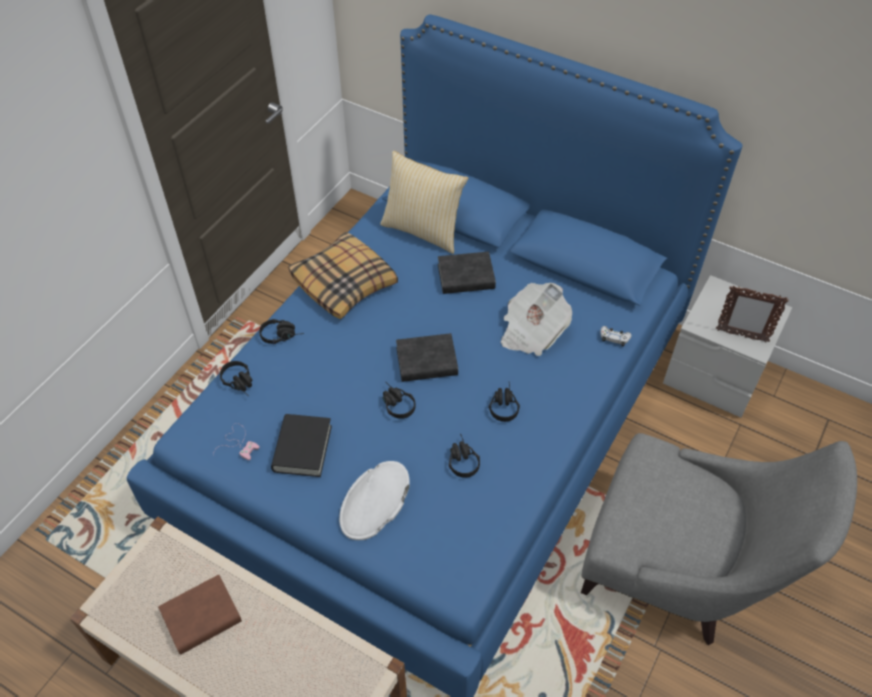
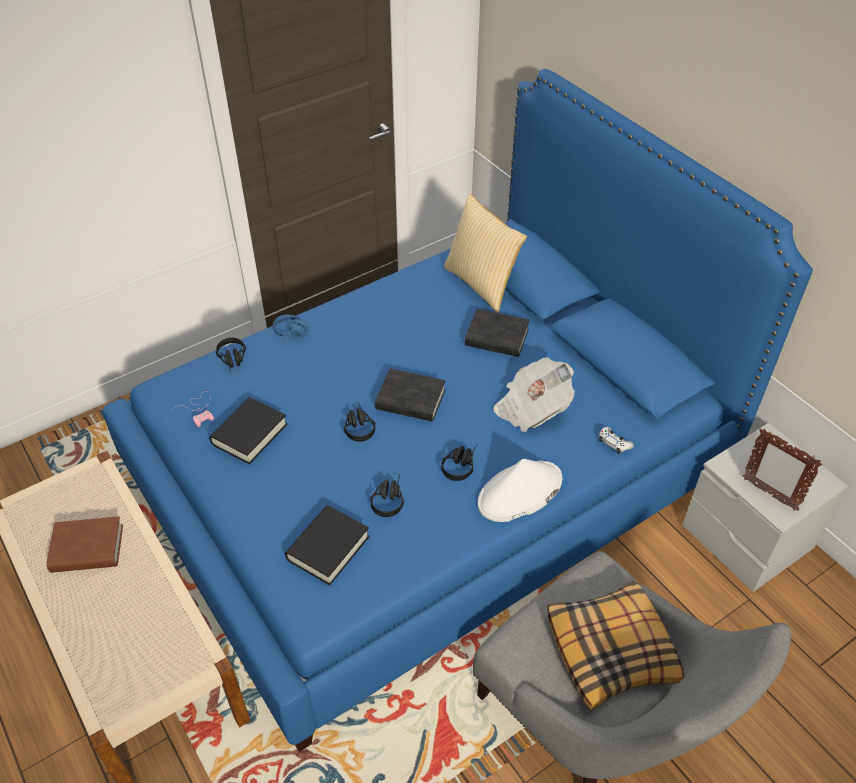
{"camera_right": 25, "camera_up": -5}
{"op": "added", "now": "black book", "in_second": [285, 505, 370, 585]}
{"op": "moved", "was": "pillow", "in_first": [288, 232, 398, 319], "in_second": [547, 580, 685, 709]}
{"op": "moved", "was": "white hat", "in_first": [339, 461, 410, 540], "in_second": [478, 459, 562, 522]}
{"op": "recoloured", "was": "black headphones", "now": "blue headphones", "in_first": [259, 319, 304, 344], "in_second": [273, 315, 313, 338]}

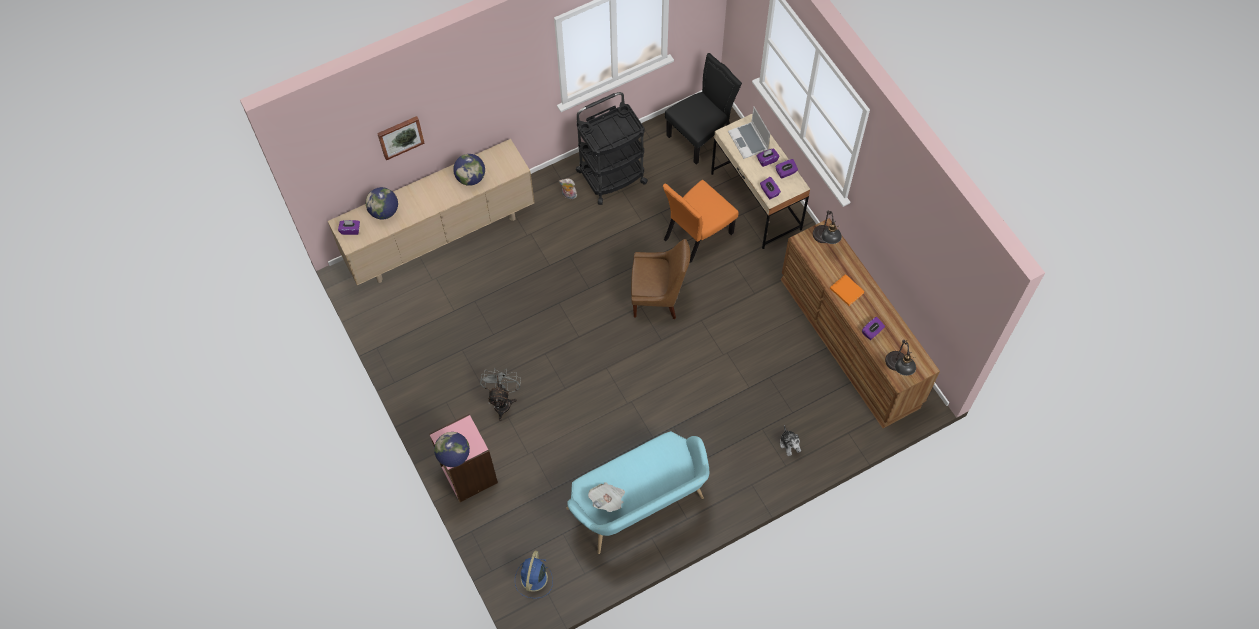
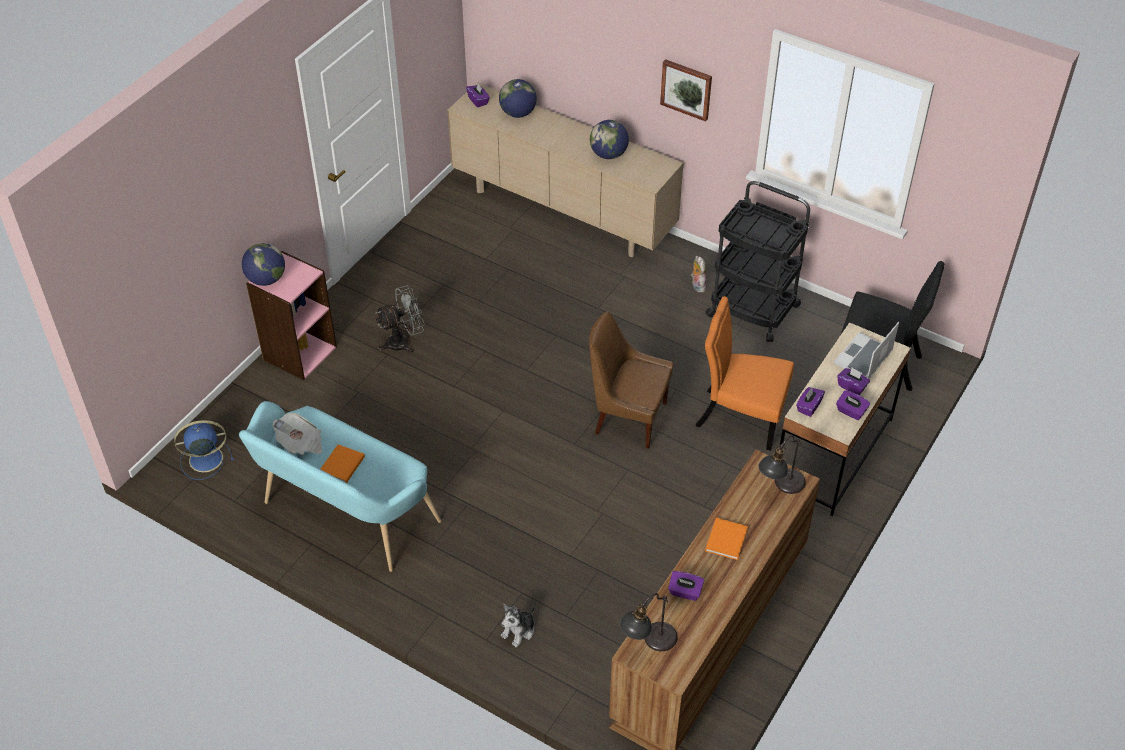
{"camera_right": 60, "camera_up": -15}
{"op": "added", "now": "orange book", "in_second": [321, 444, 365, 483]}
{"op": "moved", "was": "picture", "in_first": [377, 116, 425, 160], "in_second": [660, 59, 712, 121]}
{"op": "turned", "was": "brown chair", "in_first": [631, 239, 690, 319], "in_second": [589, 311, 673, 449], "clockwise": 135}

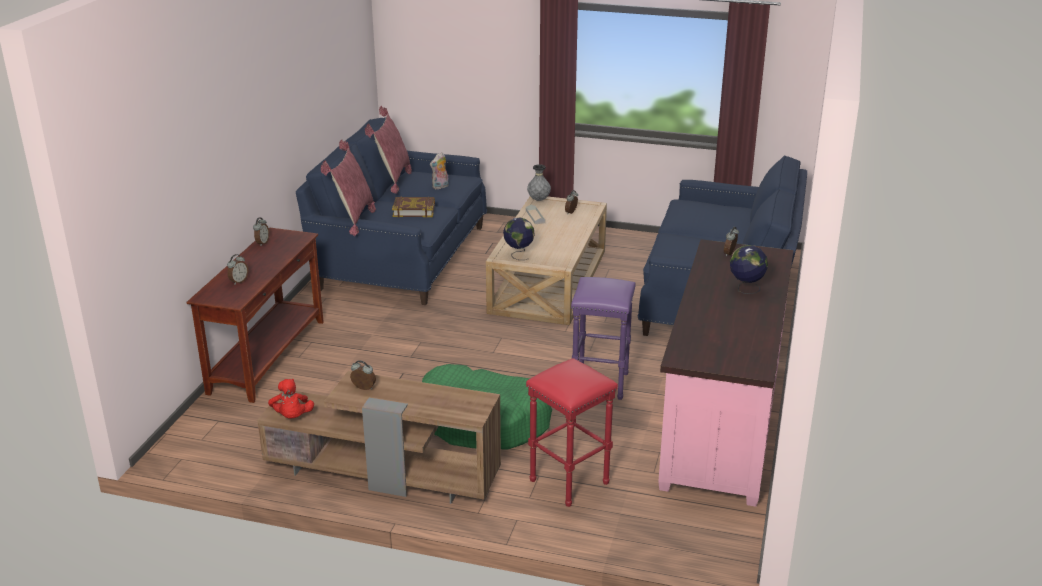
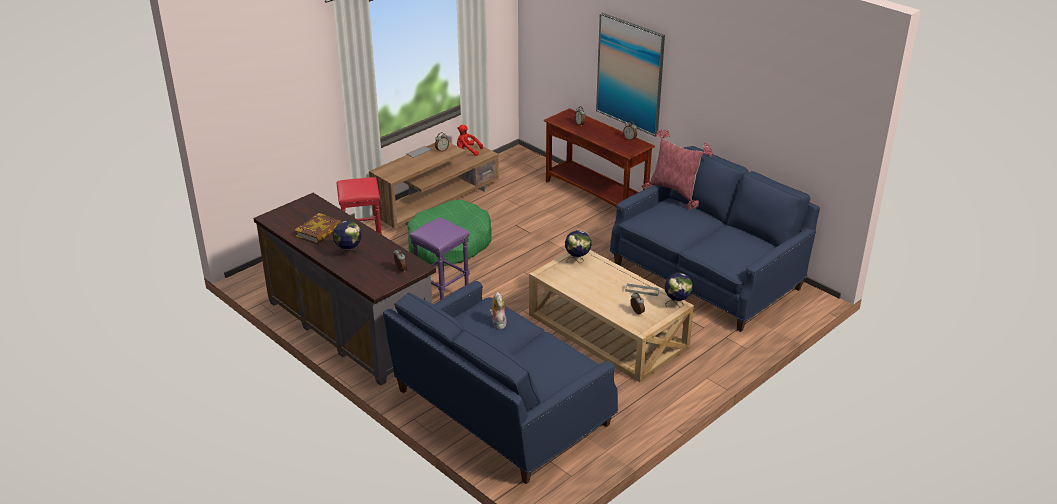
{"camera_right": 120, "camera_up": 5}
{"op": "removed", "was": "red pillow", "in_first": [365, 106, 412, 194]}
{"op": "added", "now": "picture", "in_second": [596, 13, 665, 137]}
{"op": "moved", "was": "book", "in_first": [392, 197, 435, 218], "in_second": [295, 213, 341, 244]}
{"op": "moved", "was": "plush toy", "in_first": [430, 152, 449, 189], "in_second": [489, 292, 507, 329]}
{"op": "replaced", "was": "grey vase", "now": "globe", "in_first": [527, 164, 551, 201], "in_second": [665, 273, 693, 307]}
{"op": "recoloured", "was": "pink cabinet", "now": "grey cabinet", "in_first": [658, 239, 793, 507], "in_second": [253, 193, 436, 386]}

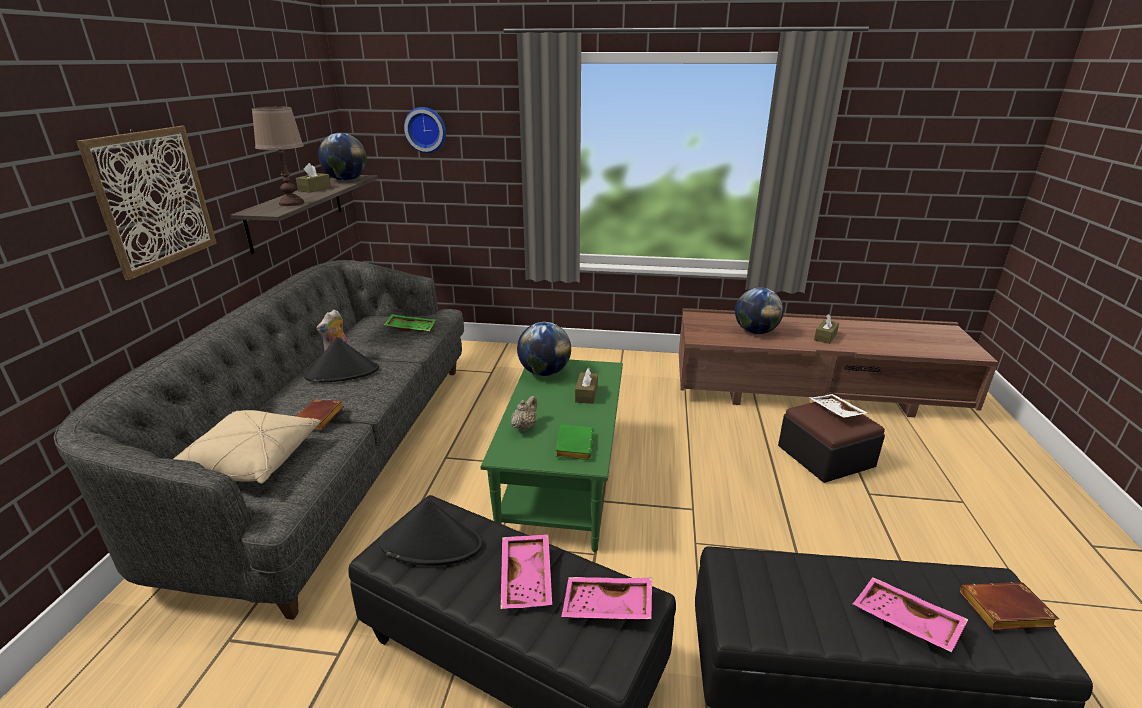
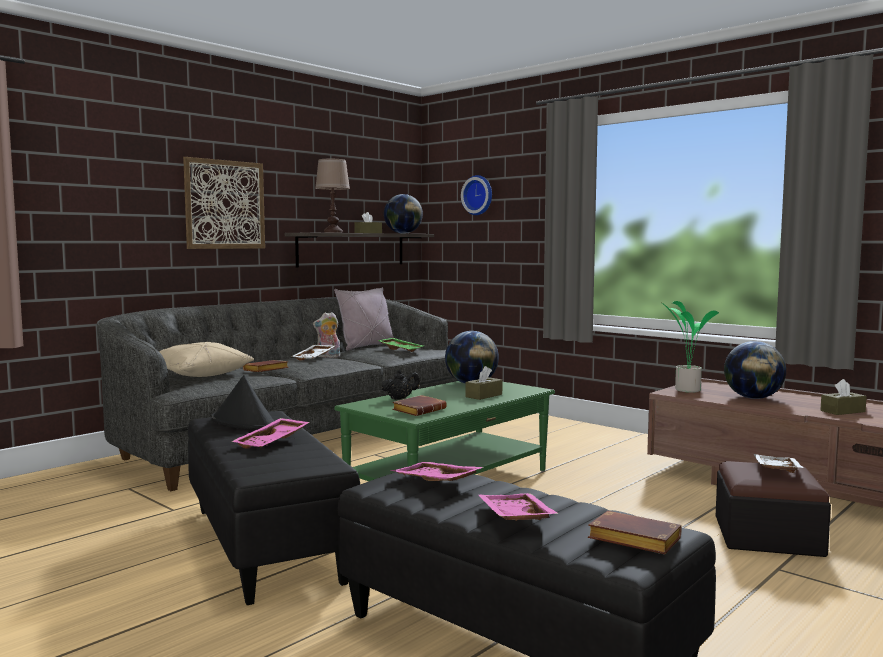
{"camera_right": 35, "camera_up": -20}
{"op": "added", "now": "purple pillow", "in_second": [334, 287, 394, 351]}
{"op": "added", "now": "potted plant", "in_second": [660, 301, 719, 393]}
{"op": "moved", "was": "pink tray", "in_first": [561, 577, 652, 619], "in_second": [390, 462, 484, 481]}
{"op": "replaced", "was": "black hat", "now": "white tray", "in_first": [304, 337, 379, 382], "in_second": [291, 345, 335, 360]}
{"op": "recoloured", "was": "beige teapot", "now": "black teapot", "in_first": [511, 396, 537, 432], "in_second": [381, 370, 420, 400]}
{"op": "recoloured", "was": "green book", "now": "brown book", "in_first": [555, 424, 594, 460], "in_second": [392, 395, 447, 416]}

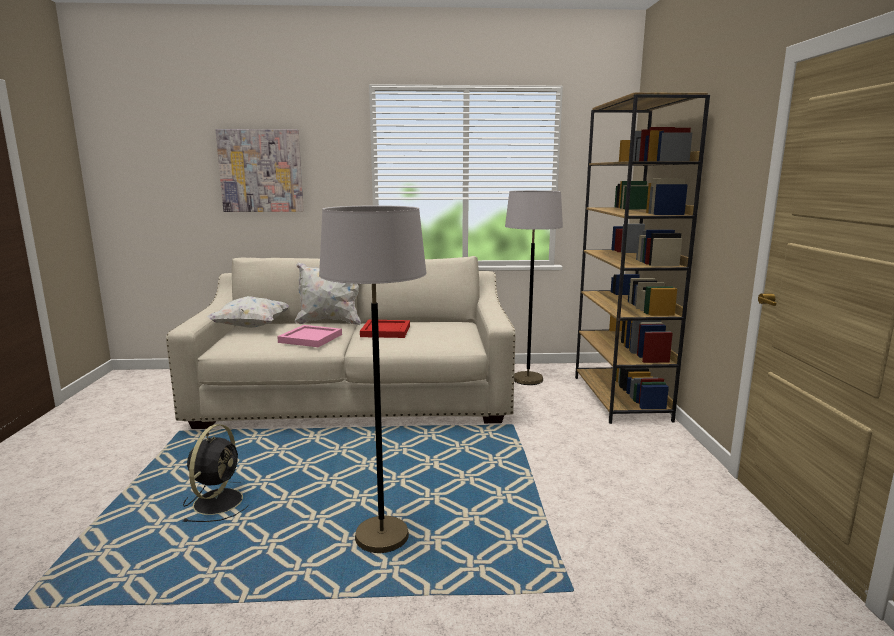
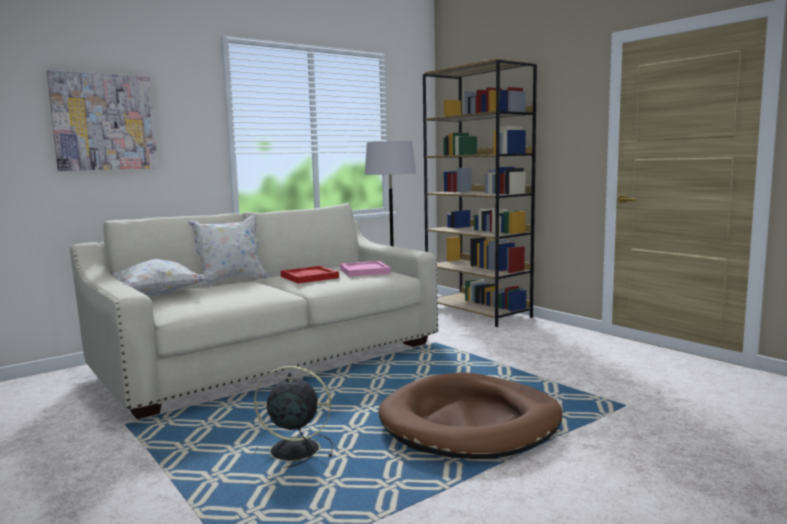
{"camera_right": -35, "camera_up": -5}
{"op": "moved", "was": "pink tray", "in_first": [277, 325, 342, 347], "in_second": [340, 261, 391, 277]}
{"op": "replaced", "was": "grey floor lamp", "now": "brown dog bed", "in_first": [319, 205, 427, 553], "in_second": [378, 372, 562, 459]}
{"op": "turned", "was": "black fan", "in_first": [183, 424, 249, 522], "in_second": [254, 366, 333, 468], "clockwise": -60}

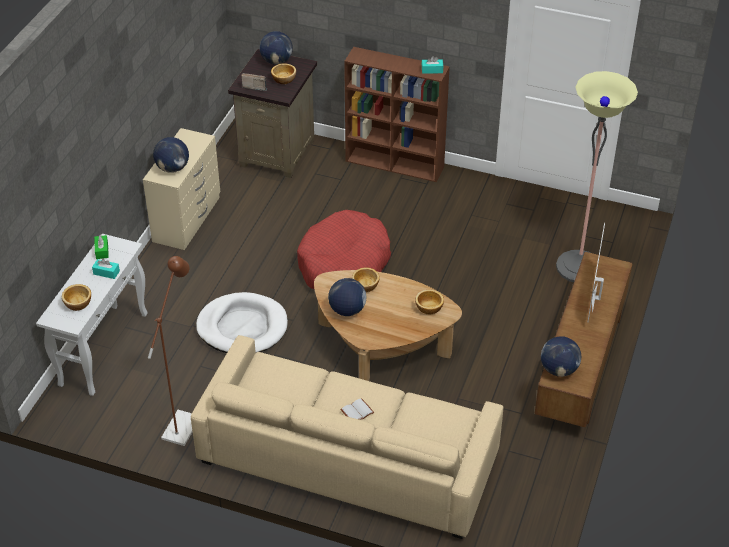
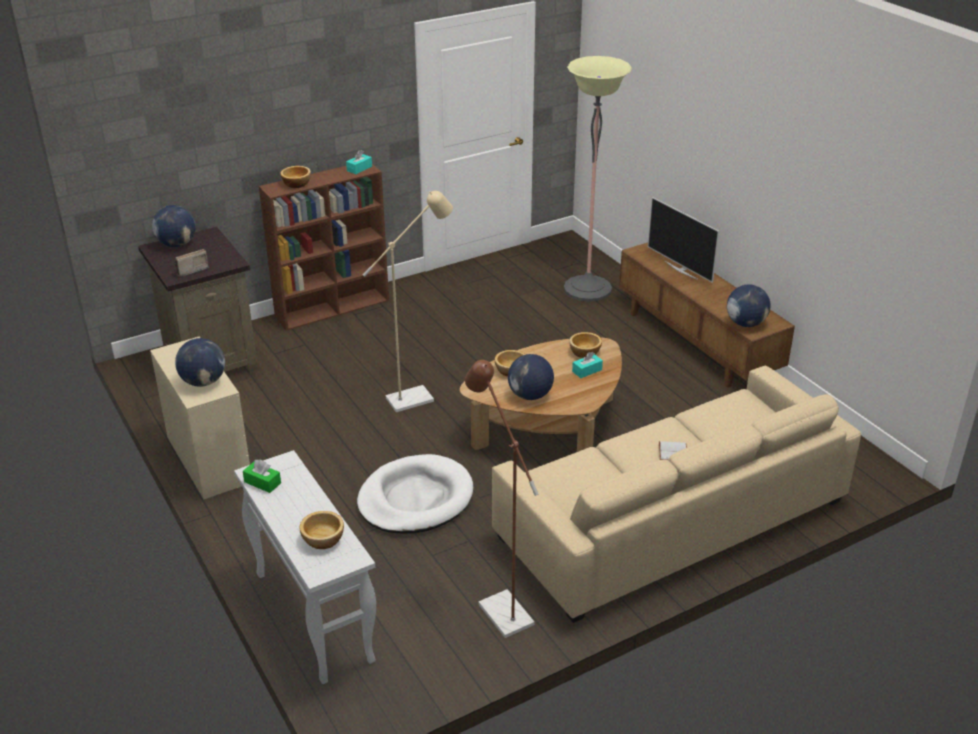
{"camera_right": -50, "camera_up": -10}
{"op": "moved", "was": "turquoise tissue box", "in_first": [92, 259, 120, 279], "in_second": [572, 352, 603, 378]}
{"op": "moved", "was": "bowl", "in_first": [271, 63, 296, 84], "in_second": [280, 166, 311, 188]}
{"op": "replaced", "was": "red dog bed", "now": "beige floor lamp", "in_first": [297, 210, 391, 289], "in_second": [363, 191, 453, 412]}

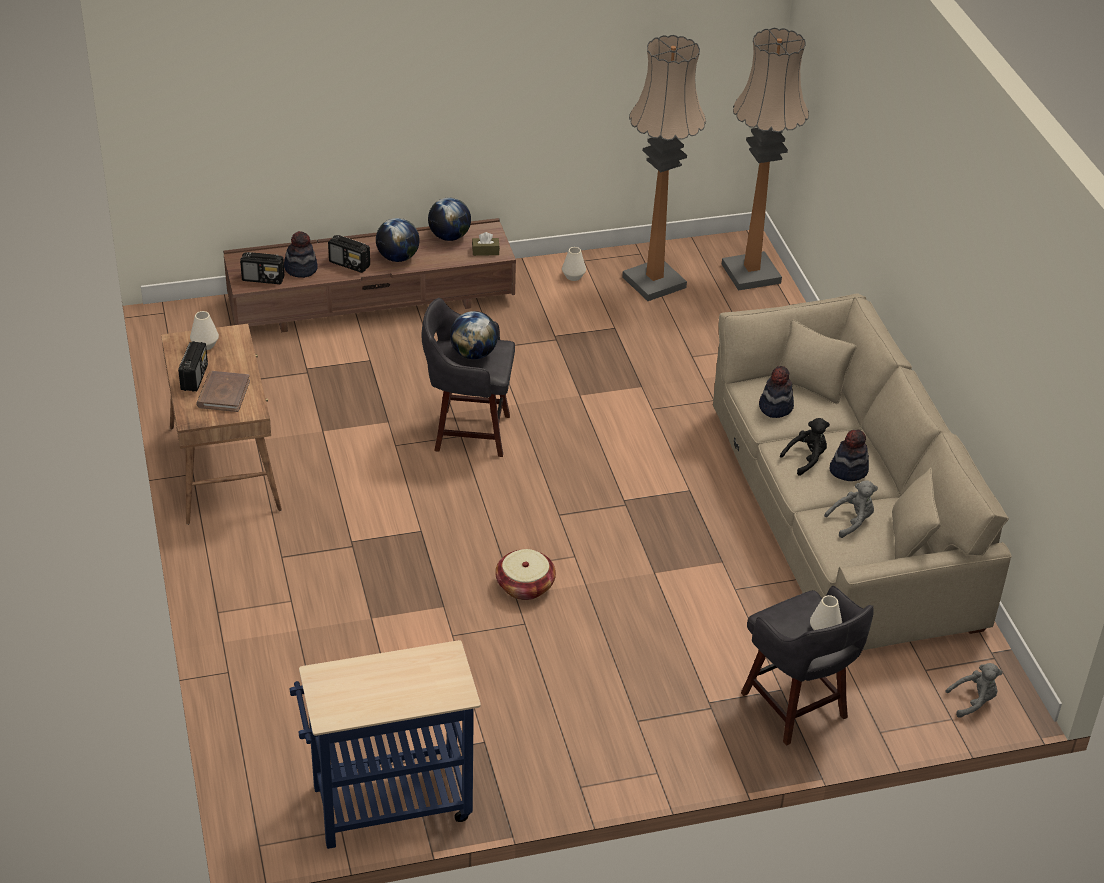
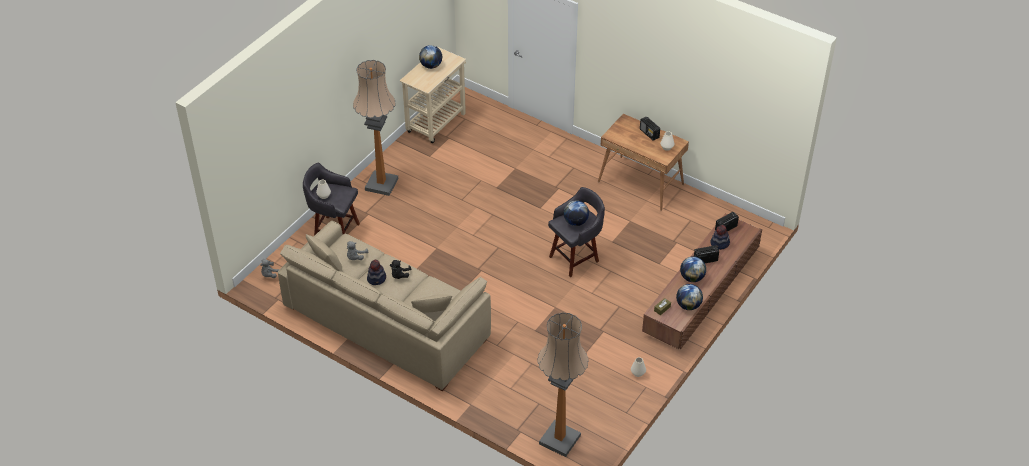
{"camera_right": 140, "camera_up": 5}
{"op": "removed", "was": "brown book", "in_first": [196, 371, 250, 412]}
{"op": "removed", "was": "basket", "in_first": [495, 549, 556, 600]}
{"op": "removed", "was": "hat", "in_first": [759, 366, 794, 418]}
{"op": "added", "now": "globe", "in_second": [419, 45, 442, 69]}
{"op": "moved", "was": "floor lamp", "in_first": [622, 35, 706, 301], "in_second": [353, 60, 398, 196]}
{"op": "recoloured", "was": "blue cart", "now": "beige cart", "in_first": [290, 640, 481, 849], "in_second": [400, 47, 466, 143]}

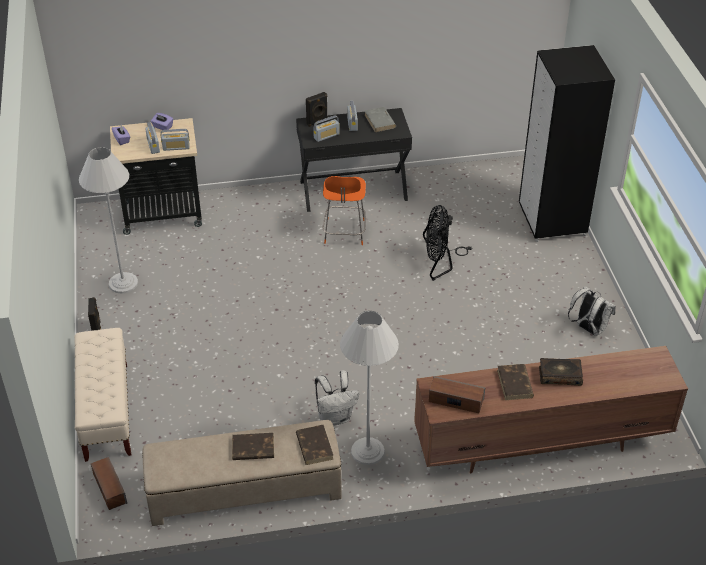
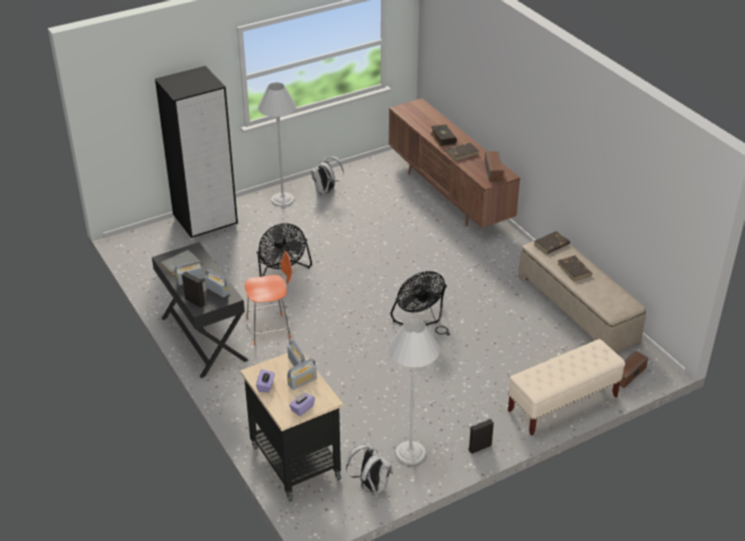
{"camera_right": -110, "camera_up": -5}
{"op": "added", "now": "black fan", "in_second": [390, 271, 450, 336]}
{"op": "moved", "was": "white backpack", "in_first": [315, 370, 359, 426], "in_second": [346, 442, 393, 494]}
{"op": "moved", "was": "white floor lamp", "in_first": [340, 311, 399, 465], "in_second": [258, 83, 297, 206]}

